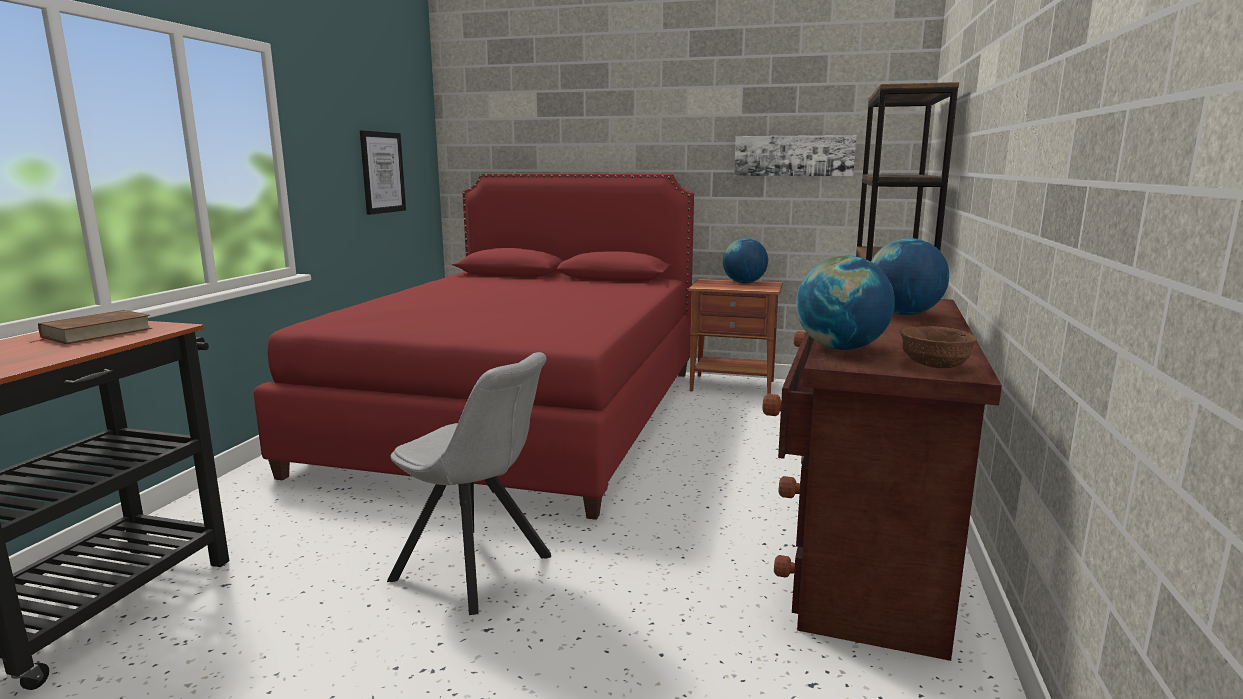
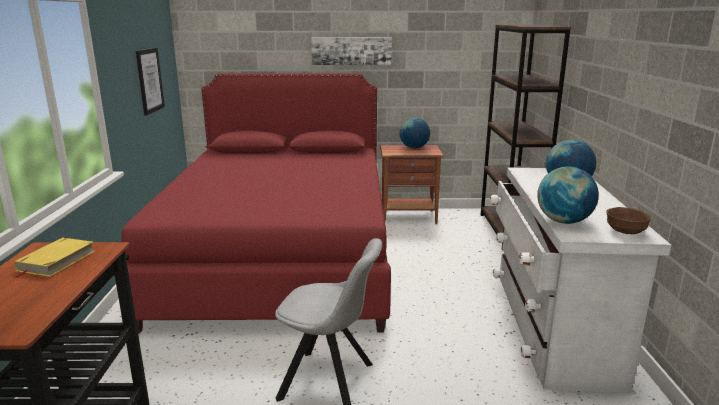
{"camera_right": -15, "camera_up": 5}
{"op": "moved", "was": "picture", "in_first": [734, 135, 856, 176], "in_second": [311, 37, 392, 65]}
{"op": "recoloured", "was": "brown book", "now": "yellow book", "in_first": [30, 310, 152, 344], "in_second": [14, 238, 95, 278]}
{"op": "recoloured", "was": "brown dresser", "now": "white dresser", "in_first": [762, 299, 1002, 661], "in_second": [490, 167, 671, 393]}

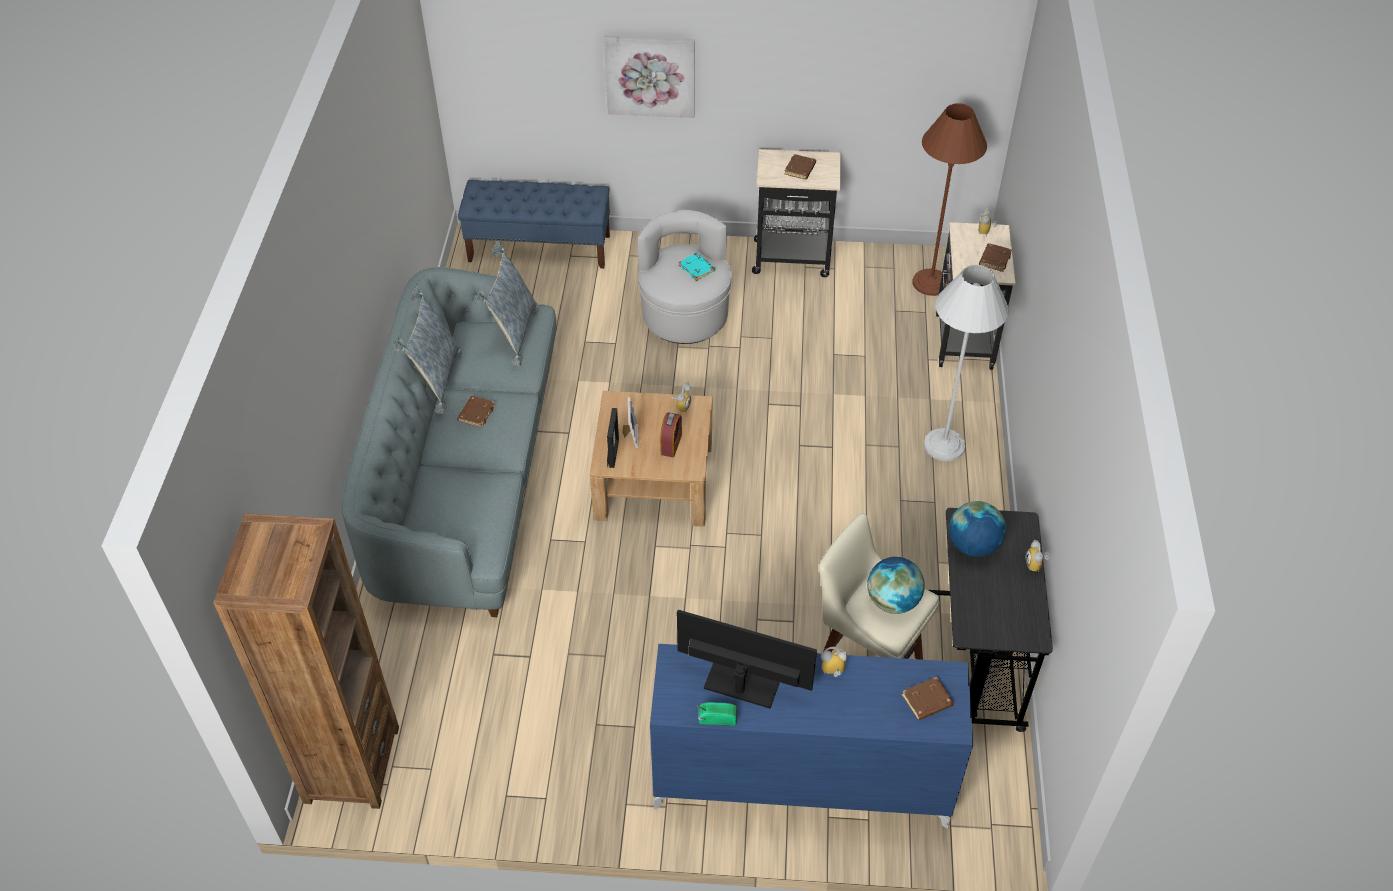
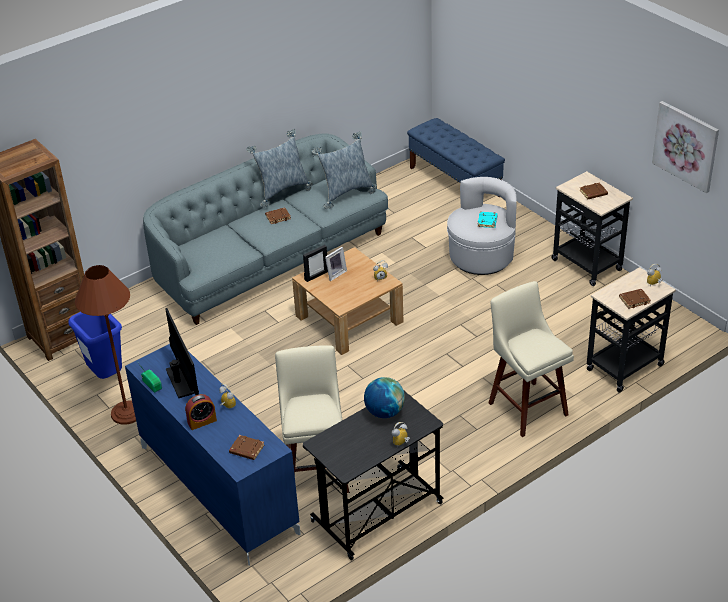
{"camera_right": 50, "camera_up": -10}
{"op": "removed", "was": "globe", "in_first": [867, 557, 925, 614]}
{"op": "added", "now": "blue trash can", "in_second": [68, 312, 122, 379]}
{"op": "moved", "was": "picture", "in_first": [604, 36, 695, 118], "in_second": [652, 101, 719, 193]}
{"op": "moved", "was": "alarm clock", "in_first": [660, 412, 682, 457], "in_second": [185, 394, 217, 430]}
{"op": "moved", "was": "brown floor lamp", "in_first": [913, 103, 987, 296], "in_second": [75, 265, 136, 425]}
{"op": "replaced", "was": "white floor lamp", "now": "beige stool", "in_first": [924, 265, 1009, 461], "in_second": [489, 281, 574, 437]}

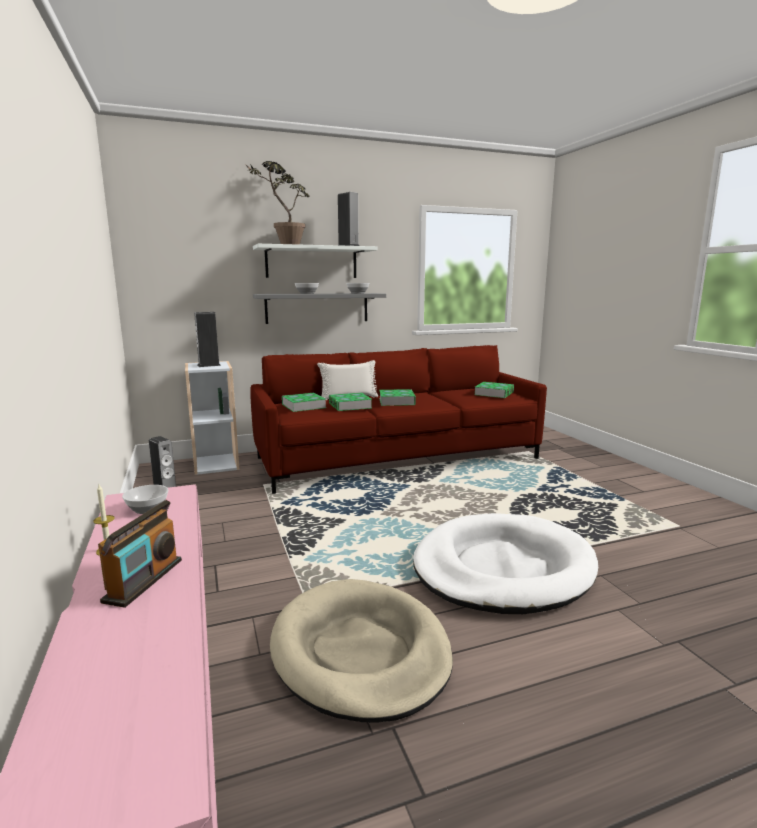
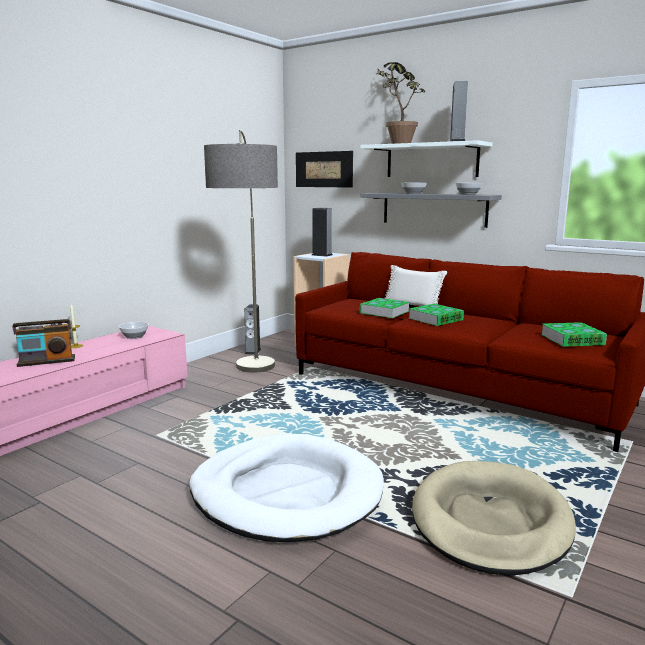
{"camera_right": 55, "camera_up": 0}
{"op": "removed", "was": "book", "in_first": [282, 393, 326, 412]}
{"op": "added", "now": "floor lamp", "in_second": [204, 130, 278, 373]}
{"op": "added", "now": "picture", "in_second": [296, 151, 353, 188]}
{"op": "moved", "was": "beige dog bed", "in_first": [270, 579, 453, 722], "in_second": [412, 461, 576, 575]}

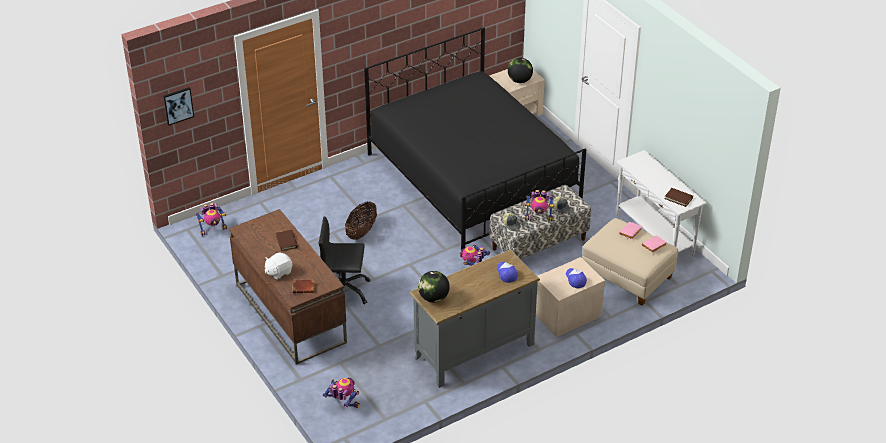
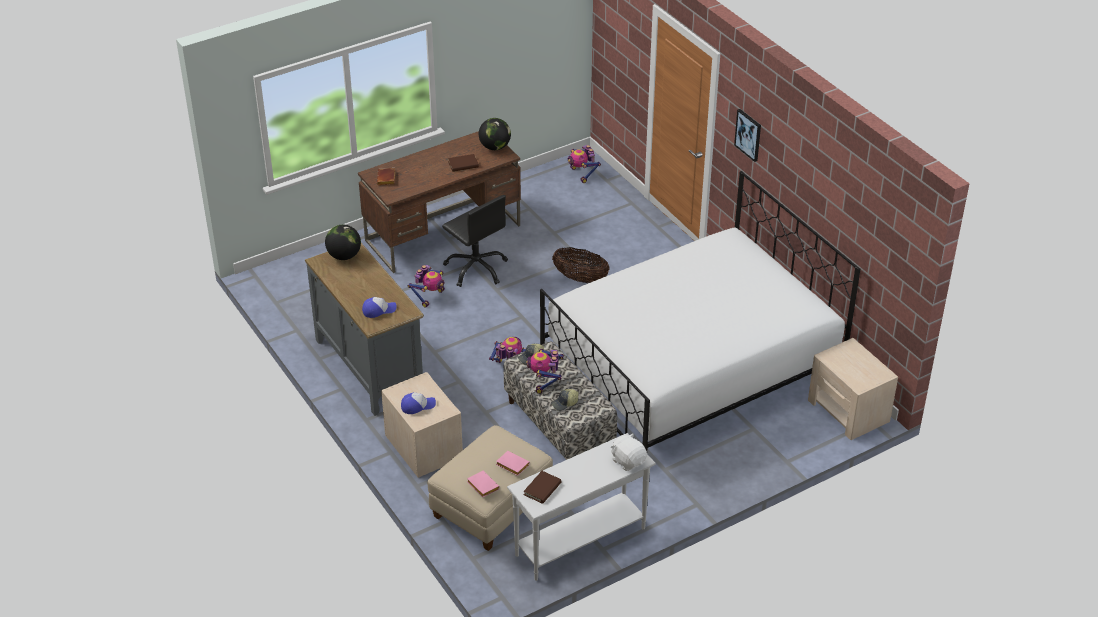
{"camera_right": 90, "camera_up": 0}
{"op": "moved", "was": "picture", "in_first": [163, 87, 194, 126], "in_second": [734, 109, 761, 162]}
{"op": "moved", "was": "white plush toy", "in_first": [265, 252, 292, 280], "in_second": [611, 433, 647, 471]}
{"op": "moved", "was": "toy robot", "in_first": [323, 378, 360, 408], "in_second": [408, 265, 445, 308]}
{"op": "moved", "was": "globe", "in_first": [508, 58, 533, 83], "in_second": [479, 118, 511, 150]}
{"op": "recoloured", "was": "black bed", "now": "white bed", "in_first": [364, 27, 586, 250], "in_second": [540, 171, 860, 451]}
{"op": "turned", "was": "black office chair", "in_first": [319, 217, 370, 304], "in_second": [442, 195, 508, 287], "clockwise": 135}

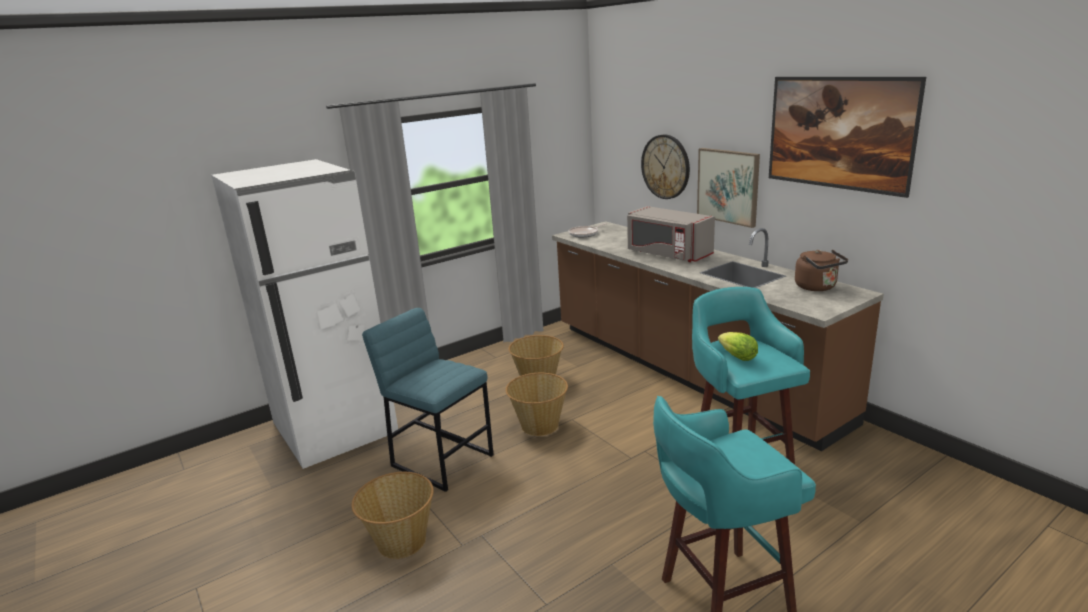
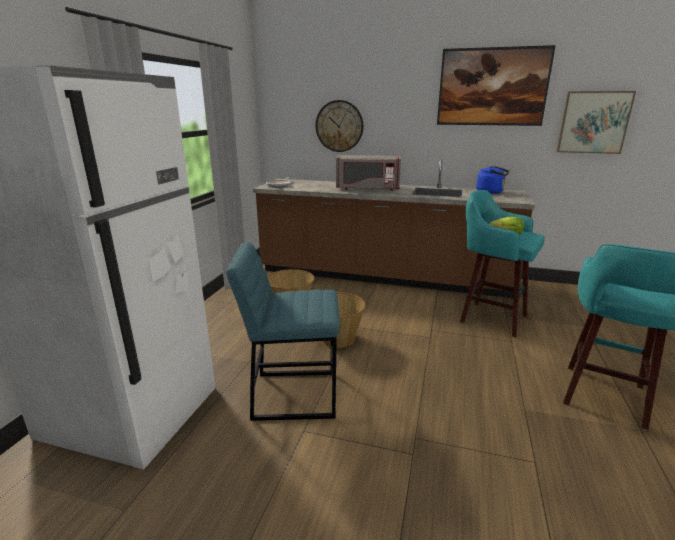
{"camera_right": -40, "camera_up": 0}
{"op": "removed", "was": "basket", "in_first": [352, 472, 434, 559]}
{"op": "moved", "was": "picture", "in_first": [697, 148, 760, 228], "in_second": [556, 91, 636, 154]}
{"op": "recoloured", "was": "brown kettle", "now": "blue kettle", "in_first": [795, 250, 848, 291], "in_second": [476, 166, 510, 194]}

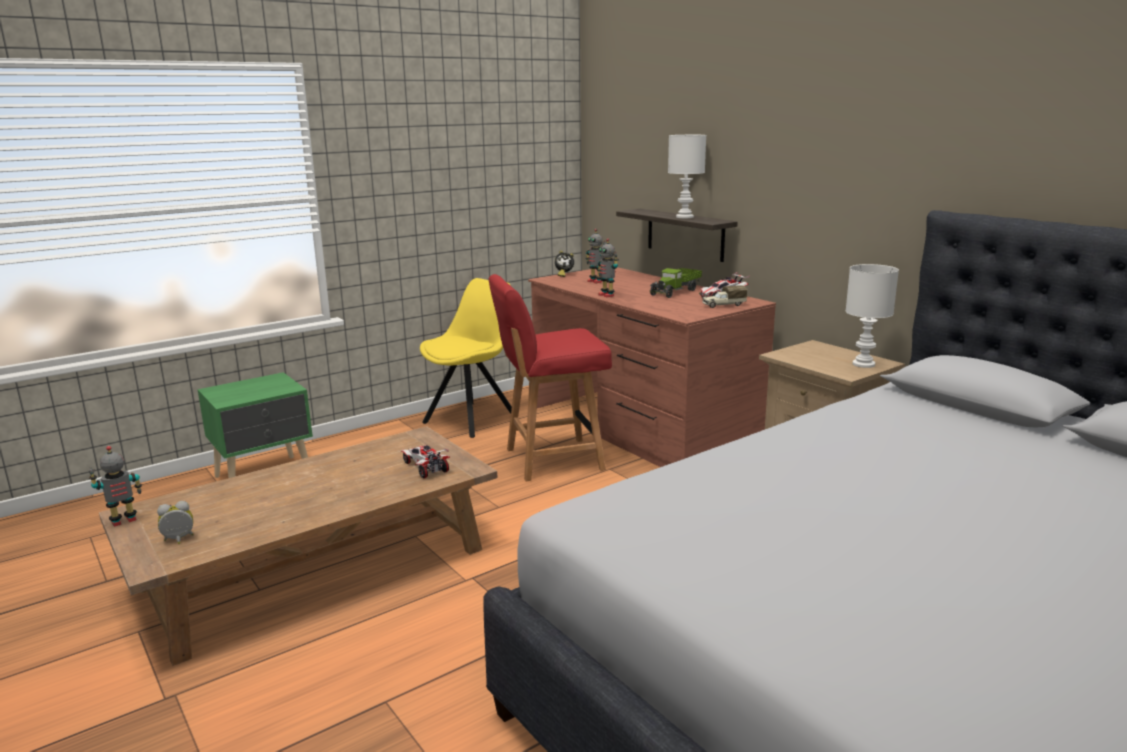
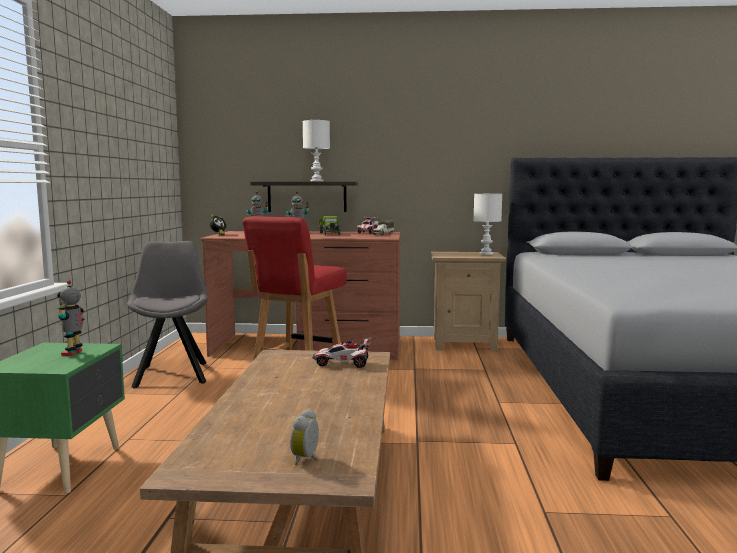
{"camera_right": -50, "camera_up": -10}
{"op": "moved", "was": "toy robot", "in_first": [89, 446, 142, 527], "in_second": [57, 280, 84, 356]}
{"op": "recoloured", "was": "yellow chair", "now": "grey chair", "in_first": [420, 278, 512, 438], "in_second": [127, 241, 208, 388]}

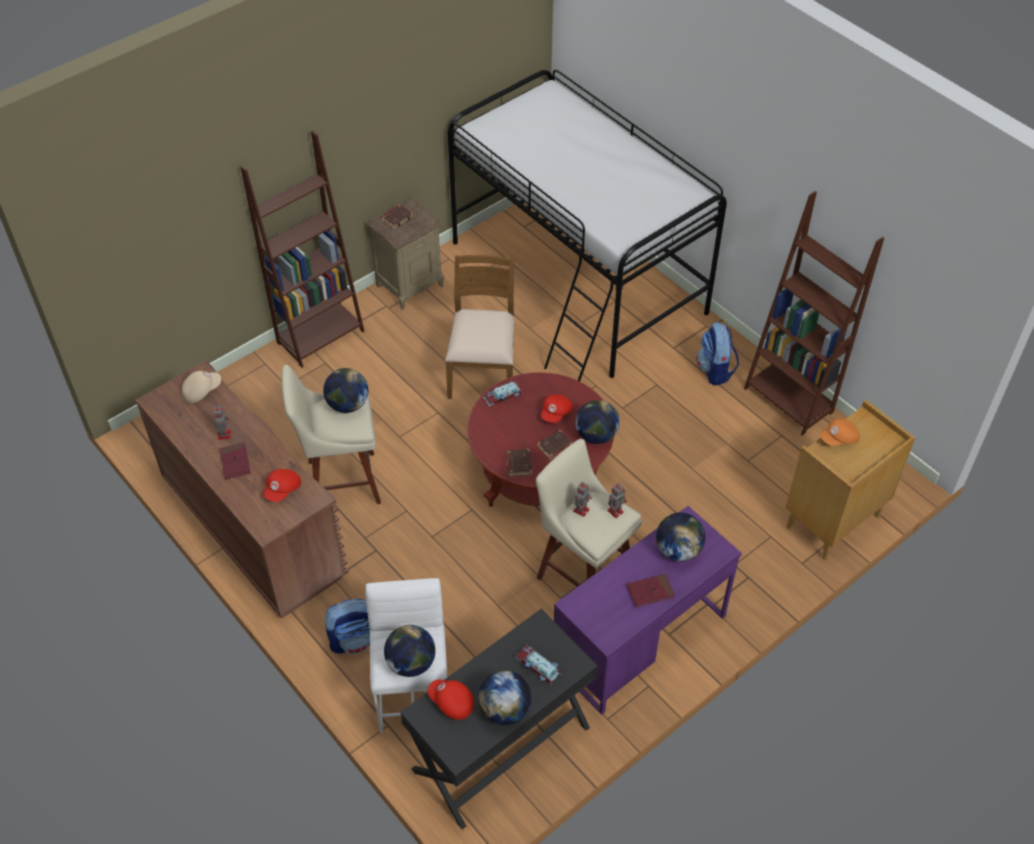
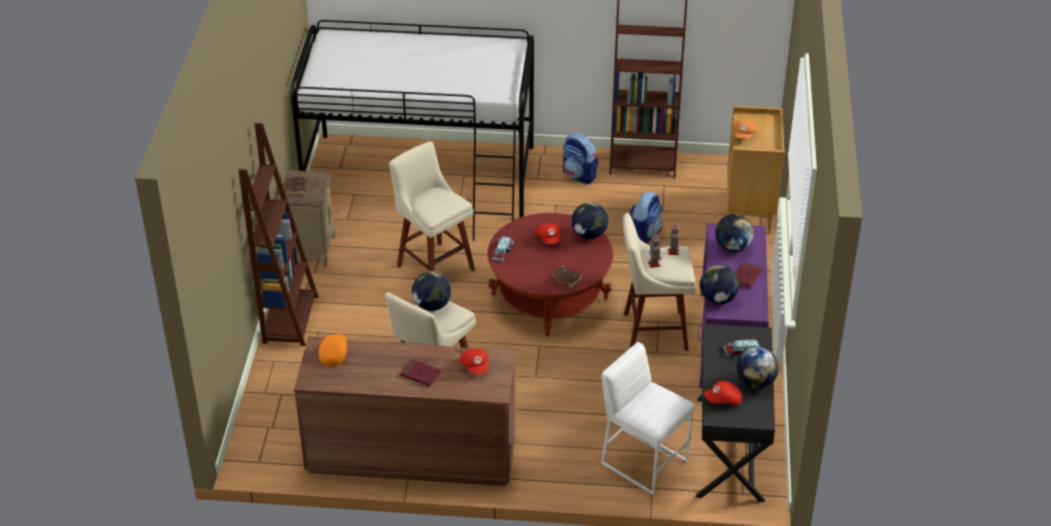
{"camera_right": -45, "camera_up": -10}
{"op": "removed", "was": "toy robot", "in_first": [214, 406, 231, 440]}
{"op": "removed", "was": "brown book", "in_first": [537, 430, 573, 461]}
{"op": "moved", "was": "backpack", "in_first": [325, 599, 370, 654], "in_second": [630, 191, 663, 244]}
{"op": "moved", "was": "globe", "in_first": [384, 625, 436, 677], "in_second": [700, 265, 739, 304]}
{"op": "replaced", "was": "brown chair", "now": "beige stool", "in_first": [445, 255, 514, 399], "in_second": [389, 141, 475, 271]}
{"op": "recoloured", "was": "beige cap", "now": "orange cap", "in_first": [182, 371, 221, 403], "in_second": [319, 333, 347, 366]}

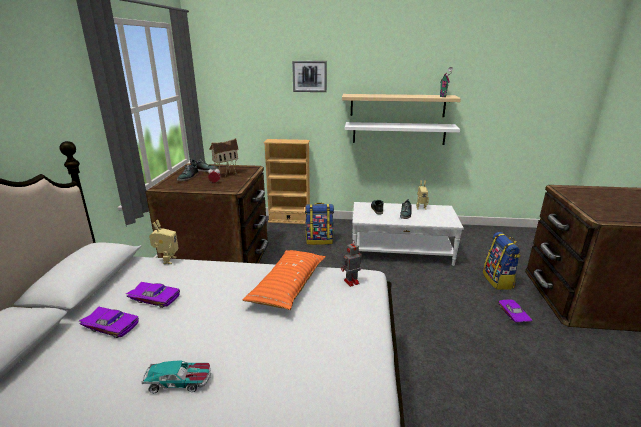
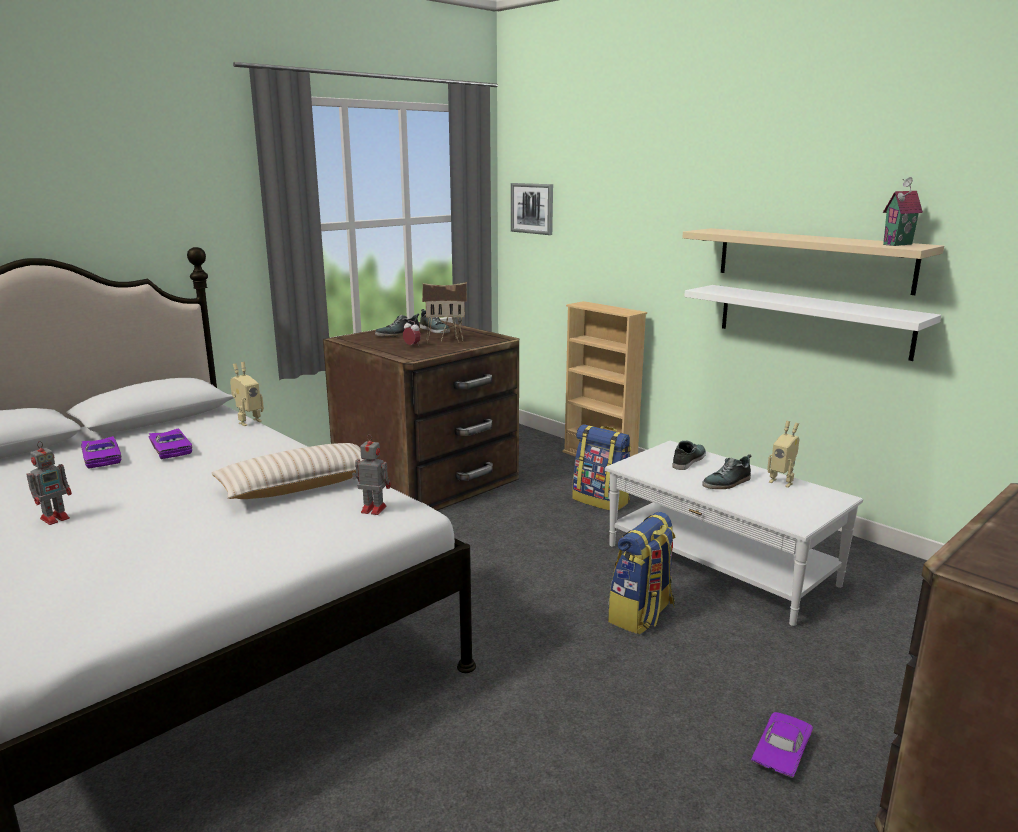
{"camera_right": 40, "camera_up": -5}
{"op": "moved", "was": "picture", "in_first": [292, 61, 327, 92], "in_second": [511, 183, 553, 235]}
{"op": "moved", "was": "backpack", "in_first": [483, 232, 520, 290], "in_second": [608, 512, 675, 634]}
{"op": "replaced", "was": "toy car", "now": "toy robot", "in_first": [141, 360, 211, 393], "in_second": [27, 441, 72, 525]}
{"op": "recoloured", "was": "orange pillow", "now": "beige pillow", "in_first": [243, 250, 326, 310], "in_second": [211, 443, 363, 499]}

